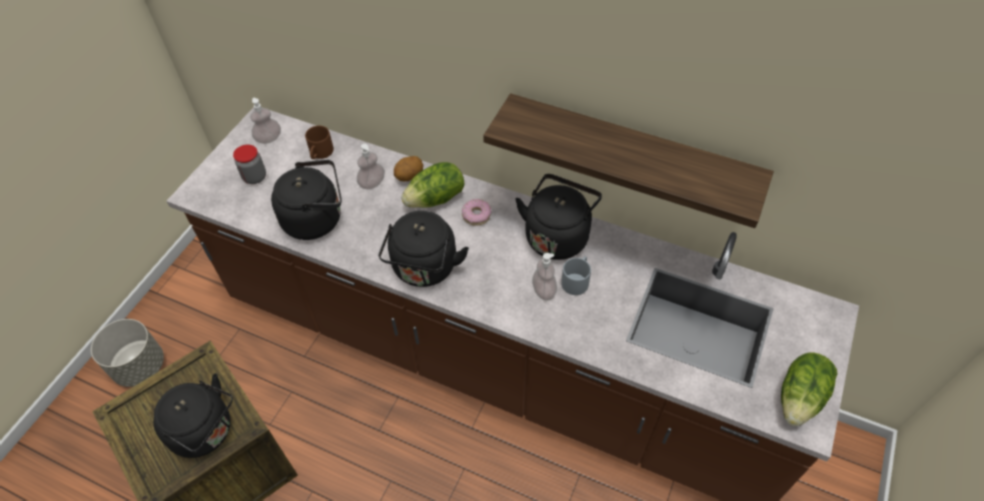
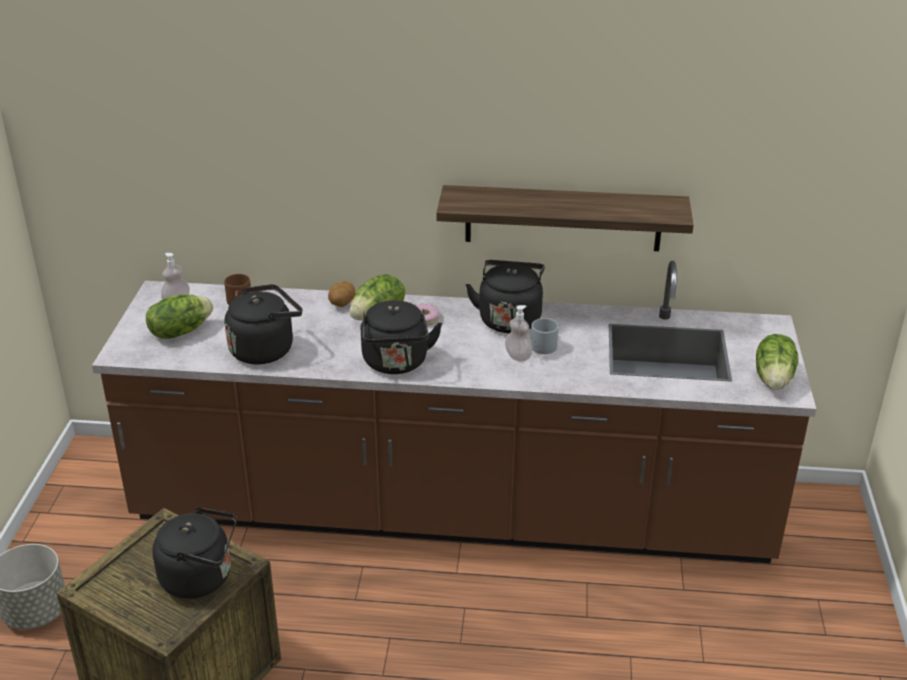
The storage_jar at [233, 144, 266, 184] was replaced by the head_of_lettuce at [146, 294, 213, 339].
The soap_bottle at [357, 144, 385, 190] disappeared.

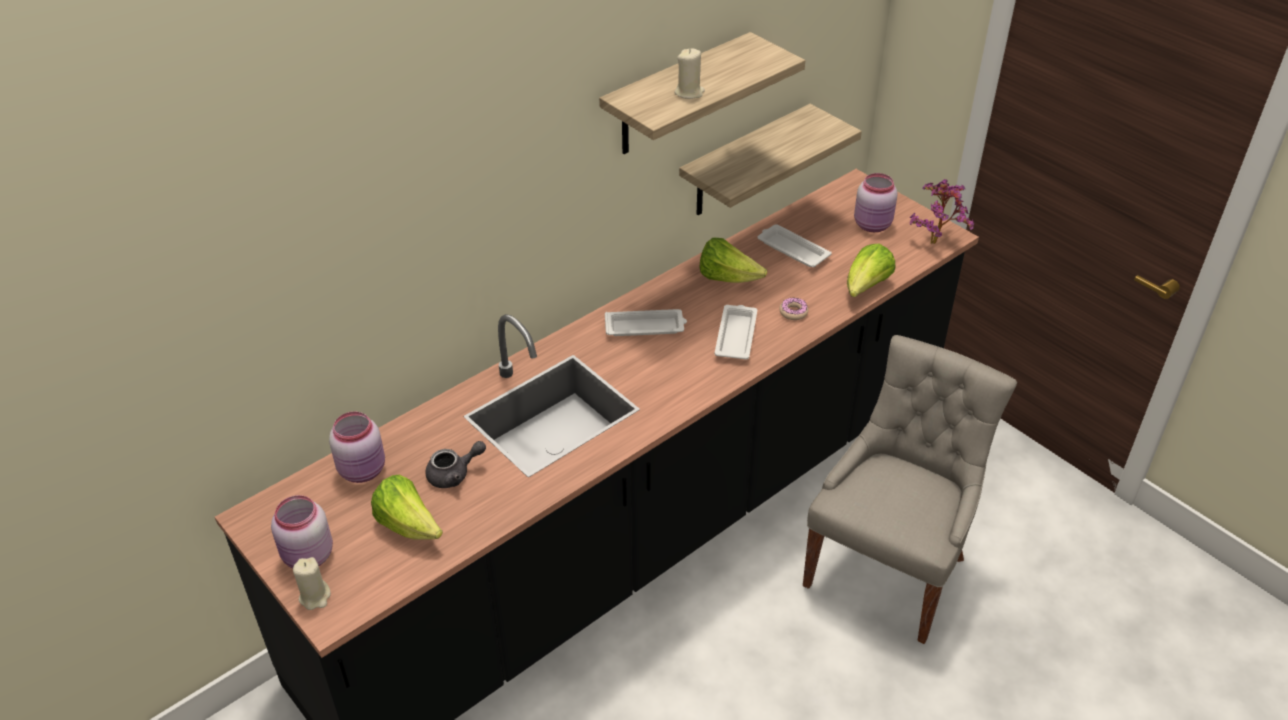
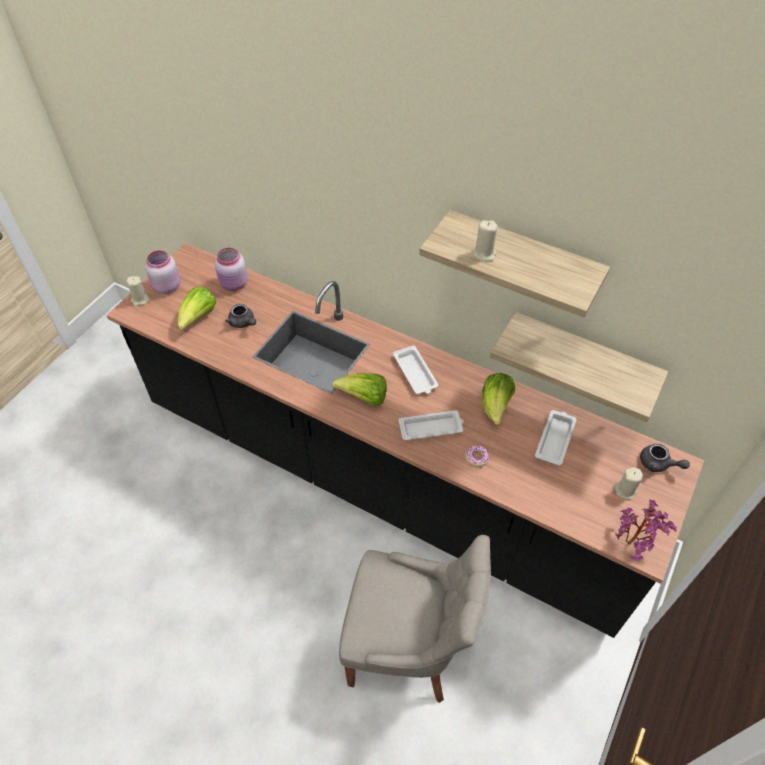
The pinkish_storage_jar at [854, 173, 897, 232] was replaced by the sand-coloured_wax_candle at [615, 467, 643, 499].
The head_of_lettuce moved from [847, 244, 896, 297] to [332, 373, 387, 406].
The greyish_teapot at [640, 443, 690, 472] appeared.

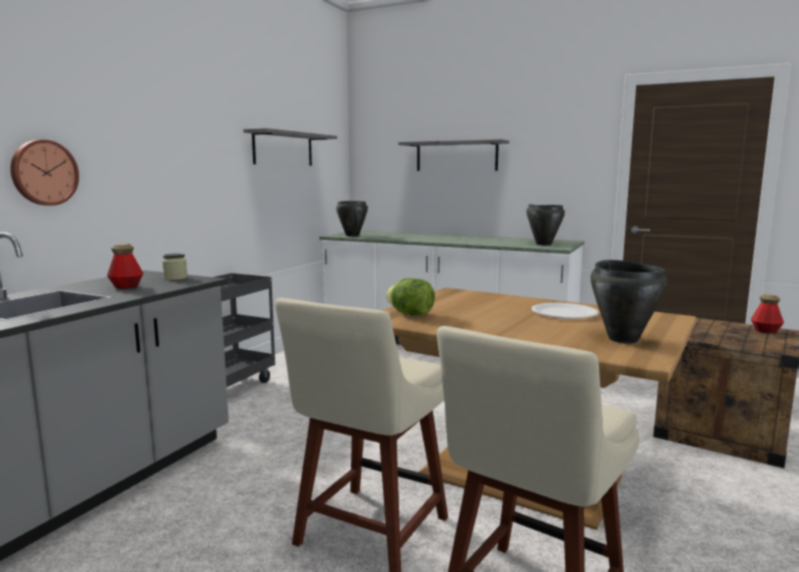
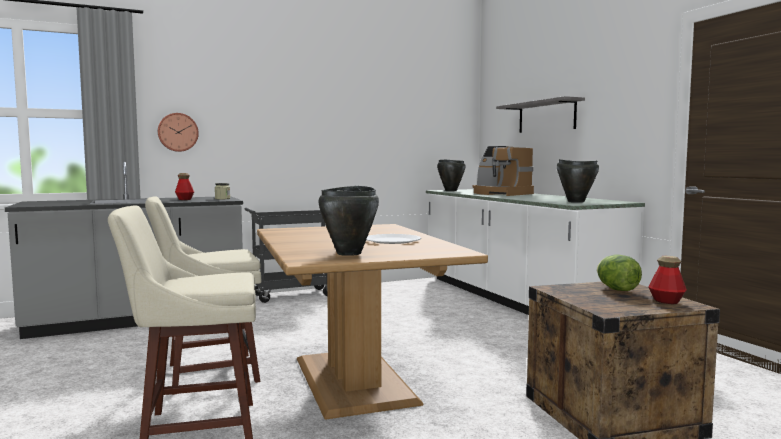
The greyish_bracket_shelf at [243, 128, 337, 166] disappeared.
The head_of_lettuce moved from [386, 278, 435, 316] to [597, 255, 642, 291].
The coffee_maker at [473, 146, 534, 196] appeared.

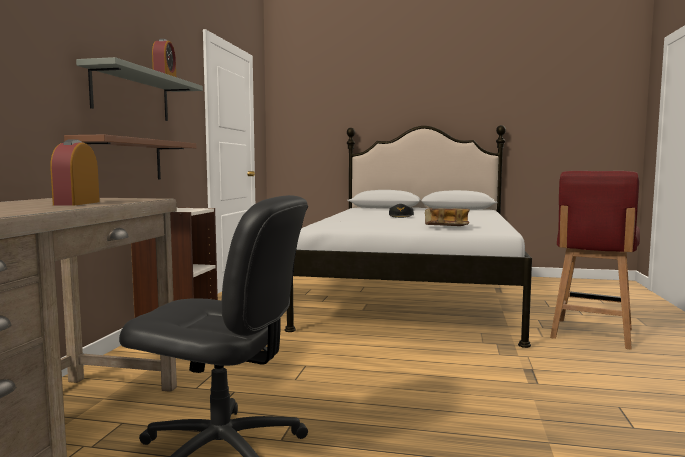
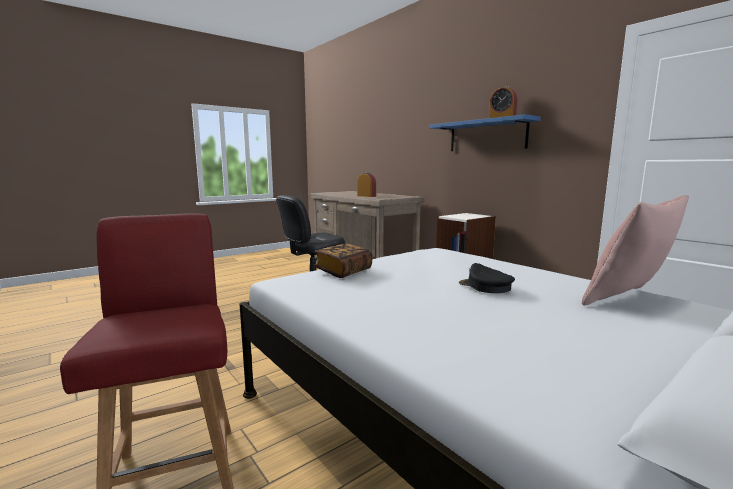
The greyish_bracket_shelf at [76, 57, 203, 121] became the bluish_bracket_shelf at [429, 114, 541, 151].
The brown_bracket_shelf at [64, 135, 196, 179] disappeared.
The pinkish_pillow at [582, 195, 689, 305] appeared.

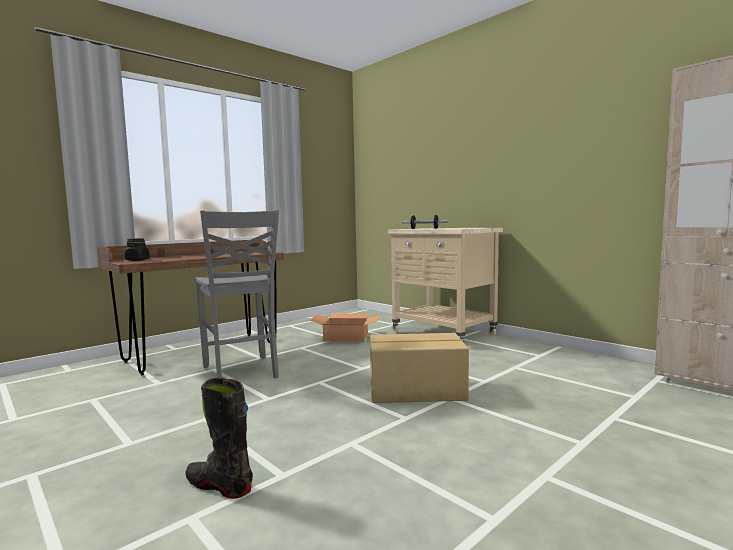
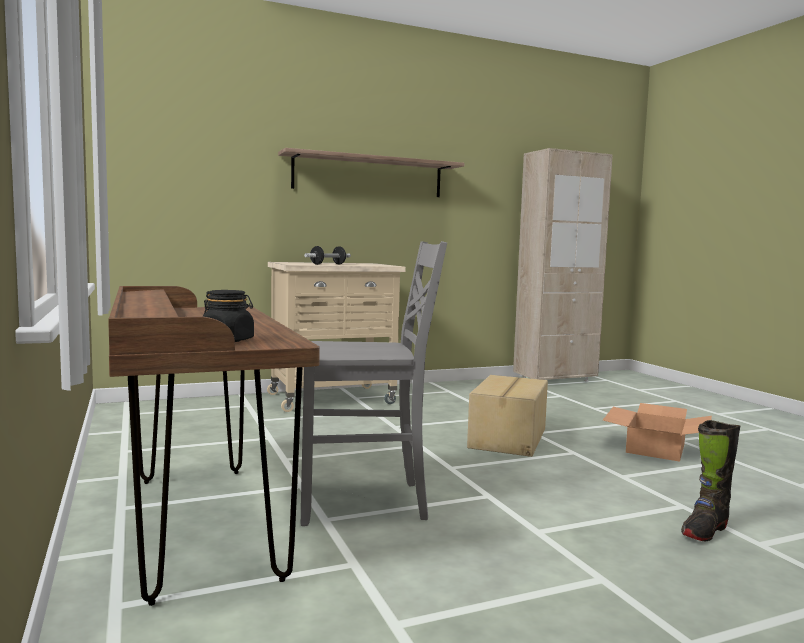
The carton moved from [310, 313, 380, 342] to [603, 403, 712, 462].
The bracket_shelf at [278, 148, 464, 197] appeared.

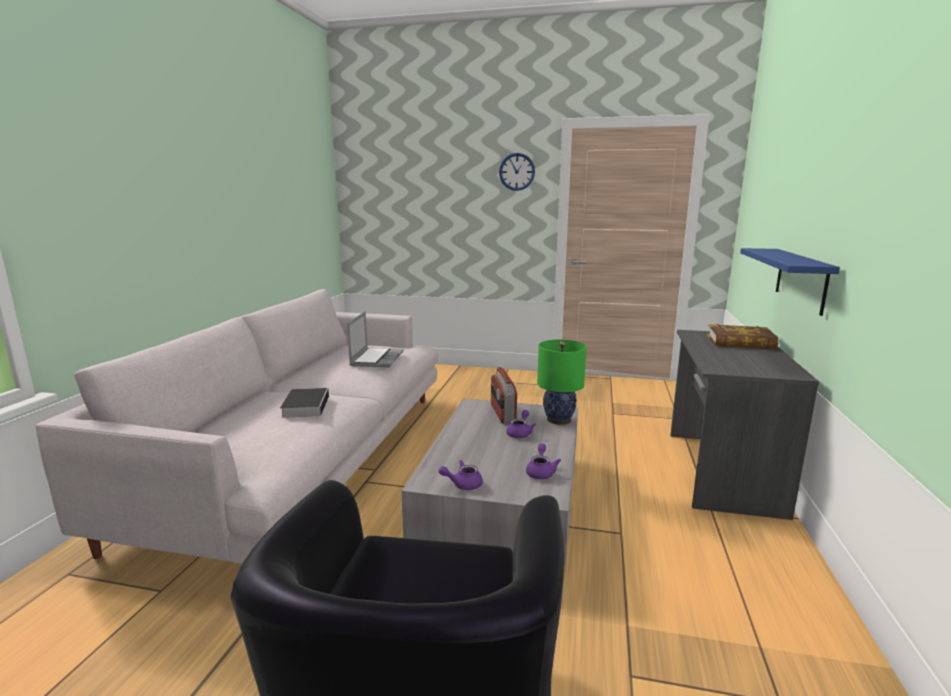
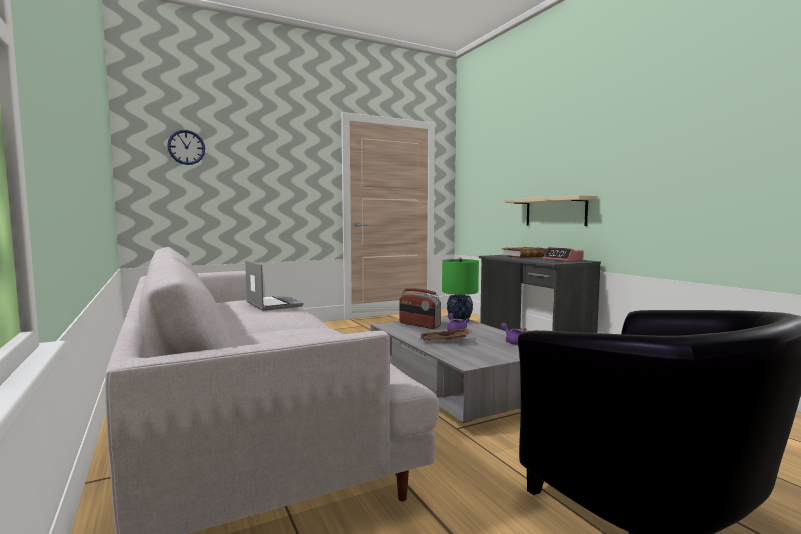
The wall_clock moved from [499, 153, 535, 191] to [167, 130, 205, 165].
The bluish_bracket_shelf at [740, 248, 840, 316] became the sand-coloured_bracket_shelf at [504, 195, 598, 226].
The book at [280, 388, 329, 418] disappeared.
The purplish_teapot at [438, 460, 483, 490] disappeared.
The alarm_clock at [543, 247, 584, 262] appeared.
The brown_tray at [420, 328, 470, 341] appeared.

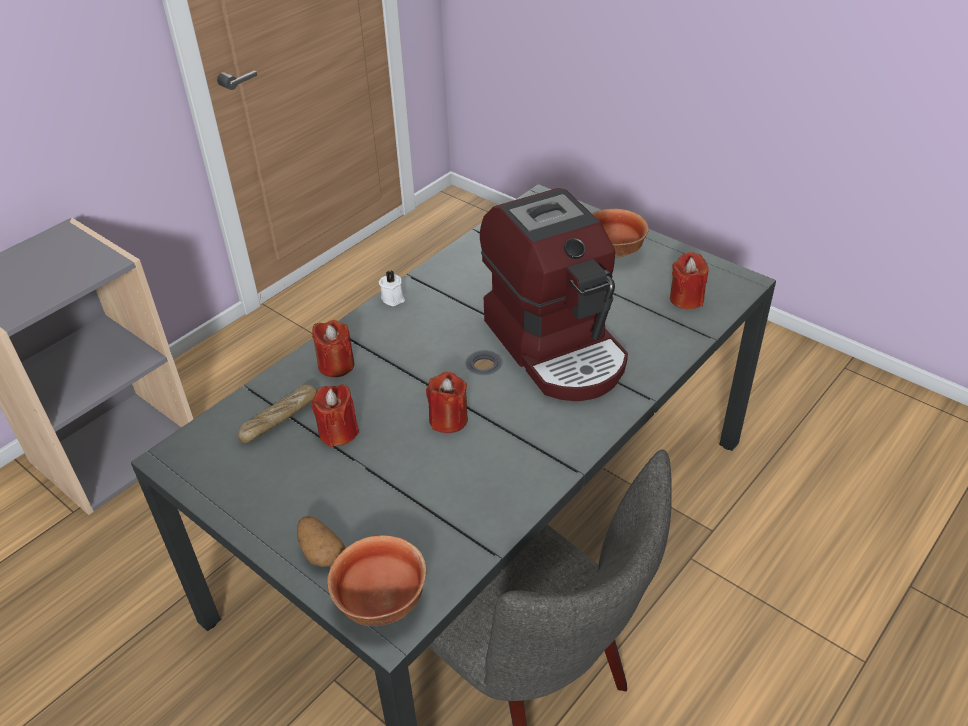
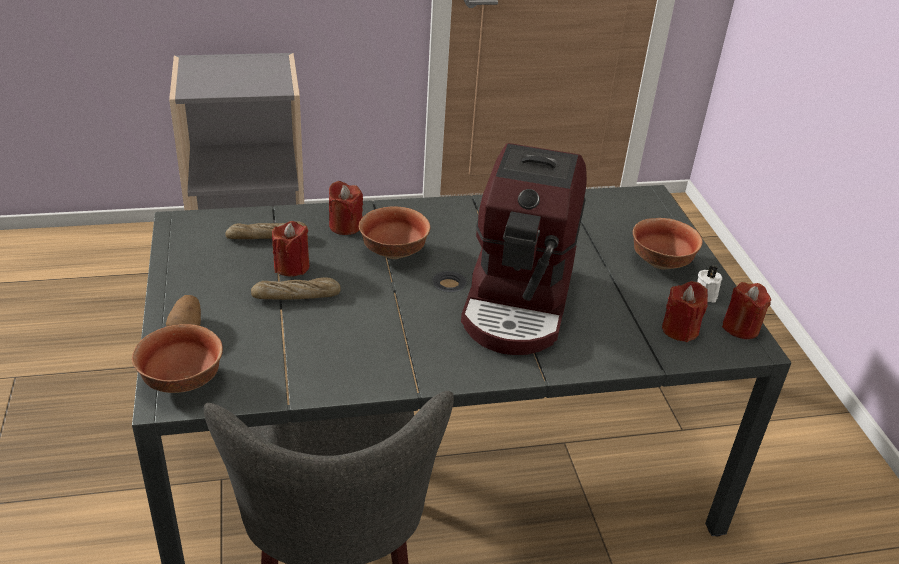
The whitish_wax_candle moved from [379, 270, 405, 306] to [697, 265, 722, 303].
The red-coloured_wax_candle moved from [426, 371, 468, 433] to [722, 282, 771, 339].
The bowl at [359, 206, 430, 259] appeared.
The bread at [251, 277, 341, 300] appeared.

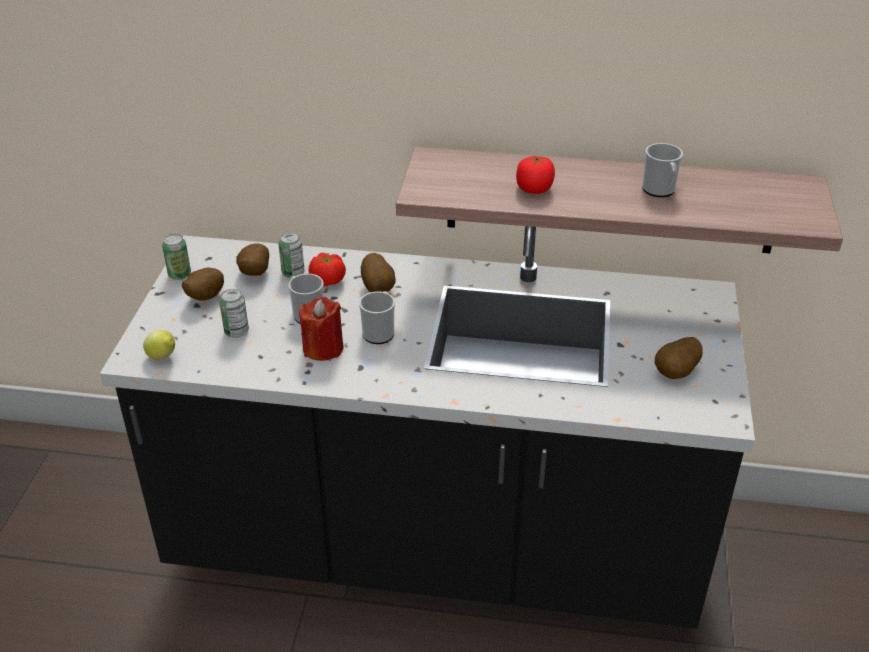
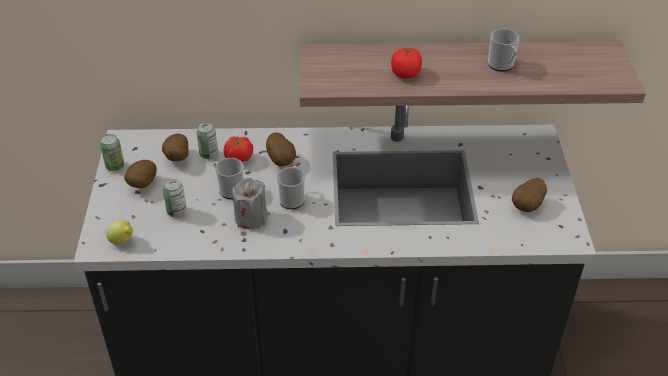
The red-coloured_wax_candle at [299, 296, 343, 361] became the greyish_wax_candle at [232, 178, 267, 229].

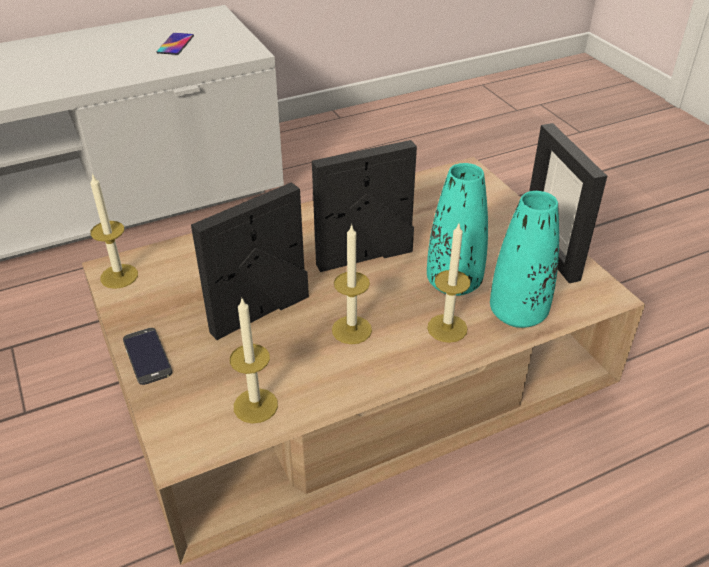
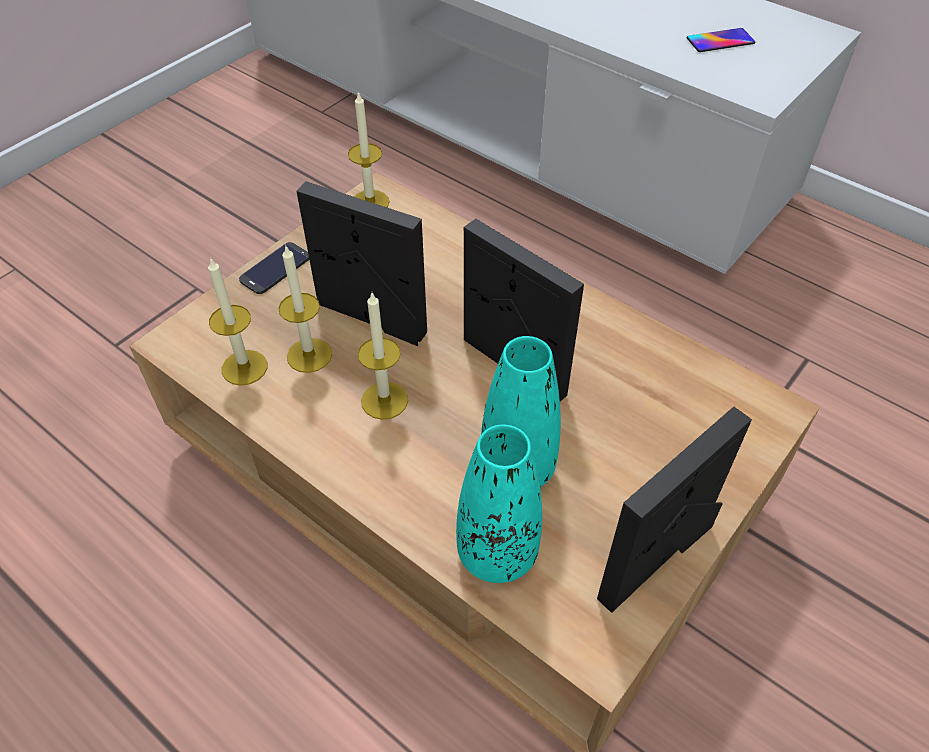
The wax_candle moved from [427, 224, 471, 343] to [279, 245, 332, 373].

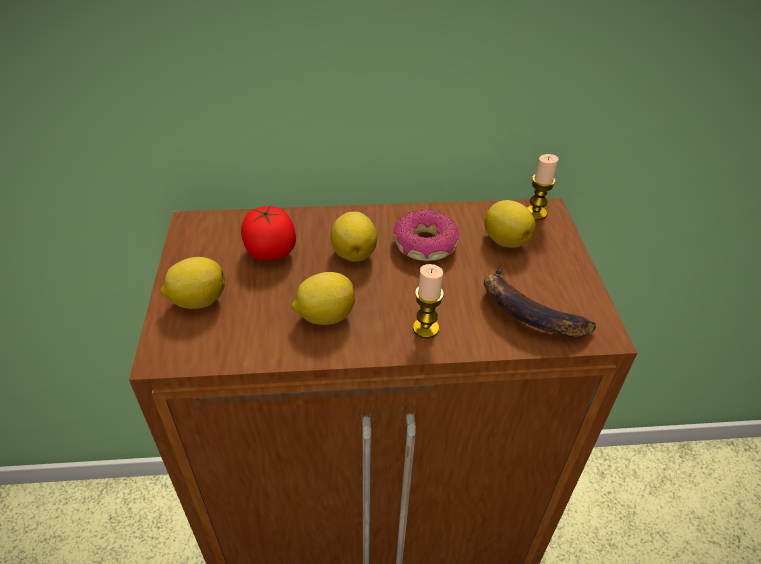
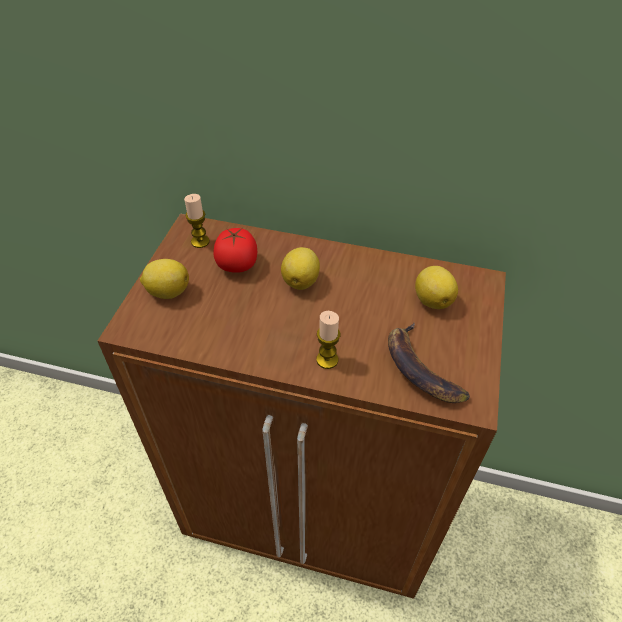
The wax_candle moved from [527, 154, 559, 220] to [184, 194, 210, 248].
The donut at [393, 209, 460, 261] disappeared.
The whole_lemon at [292, 272, 355, 325] disappeared.

